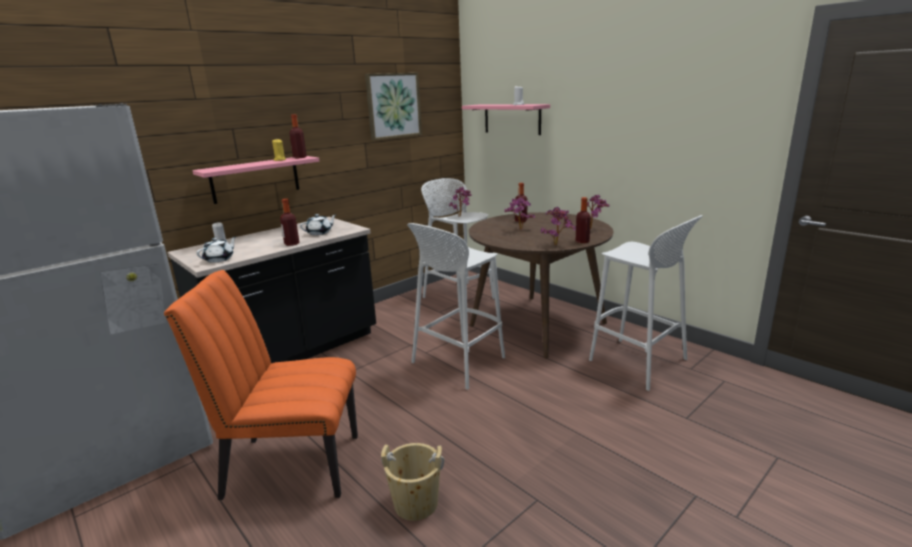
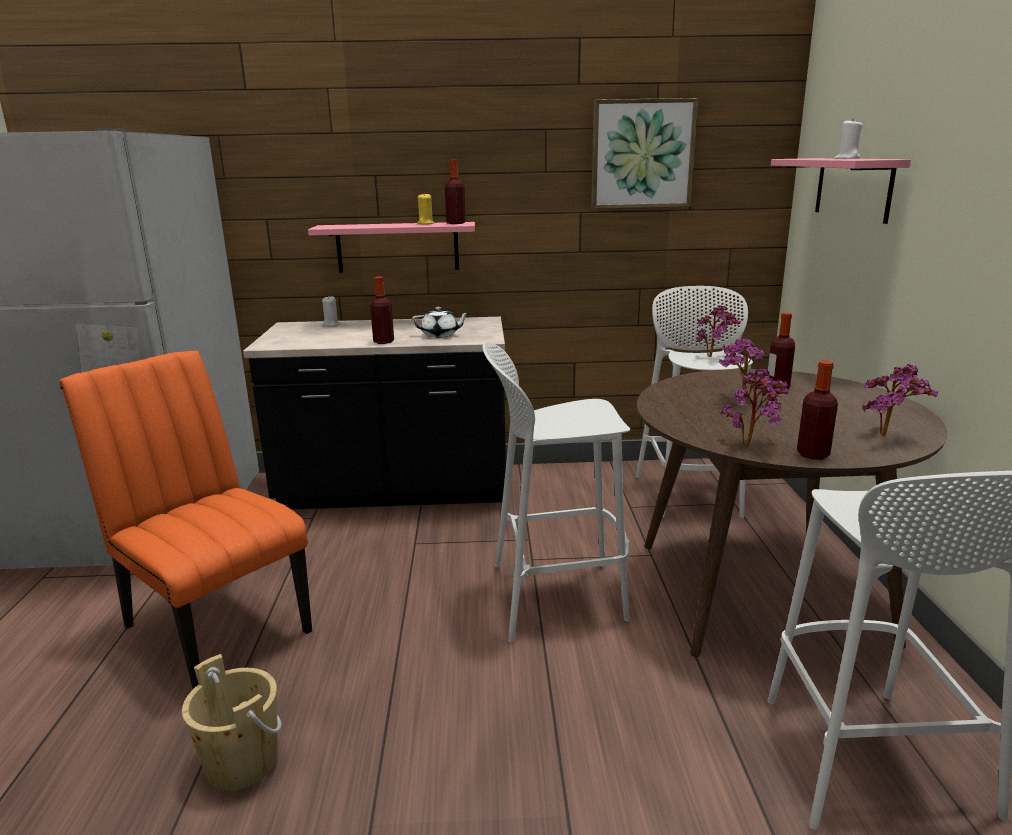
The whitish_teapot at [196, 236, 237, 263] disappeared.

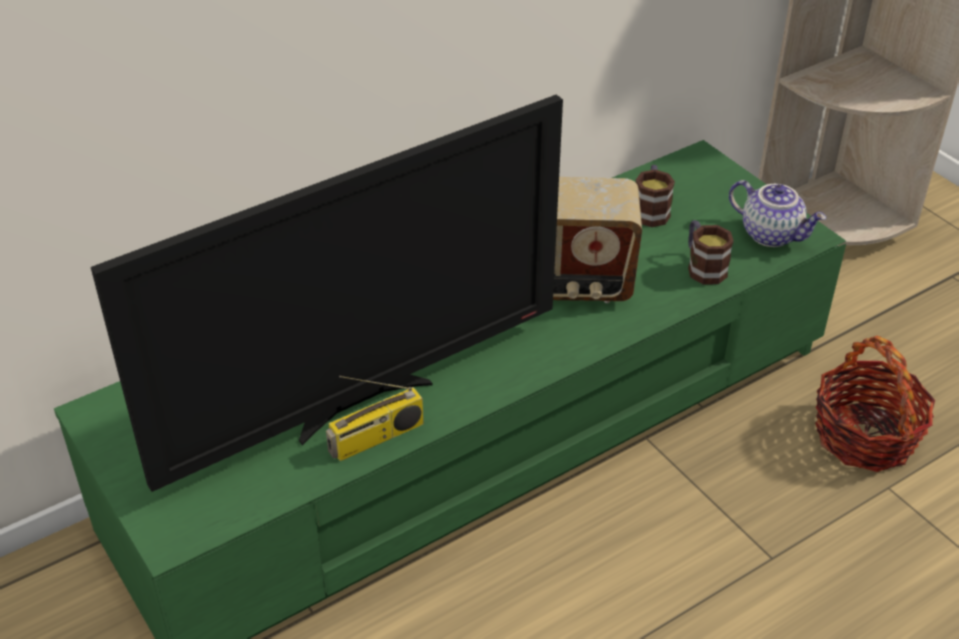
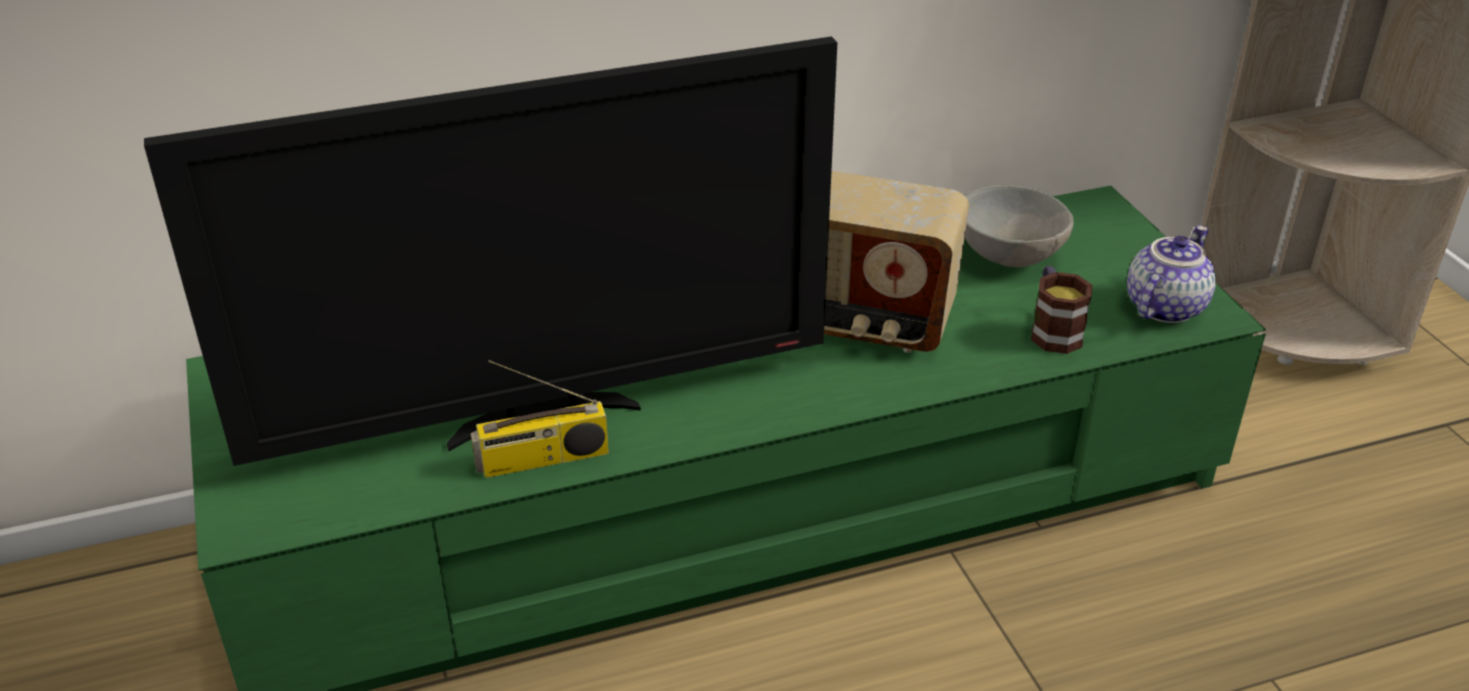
The coffee_mug at [636, 165, 675, 227] was replaced by the greyish_bowl at [964, 185, 1074, 267].
The teapot at [729, 180, 826, 247] turned 105 degrees counterclockwise.
The household_basket at [815, 336, 935, 472] disappeared.

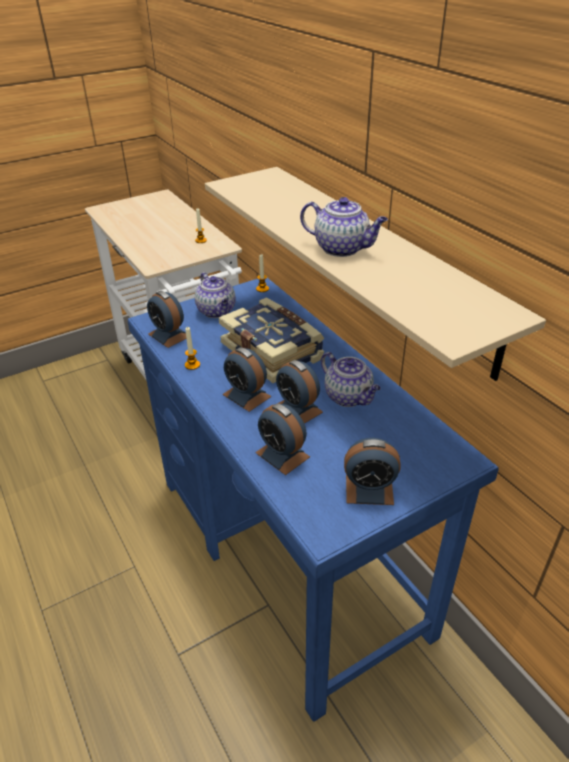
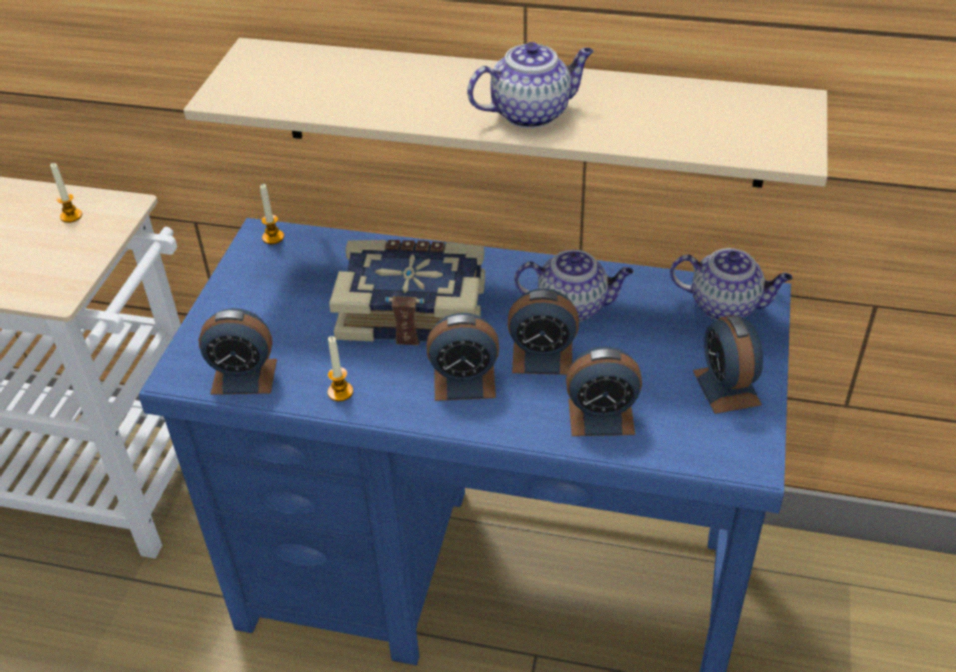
The teapot moved from [195, 272, 236, 318] to [670, 248, 792, 320].
The alarm_clock at [344, 438, 401, 505] turned 120 degrees clockwise.

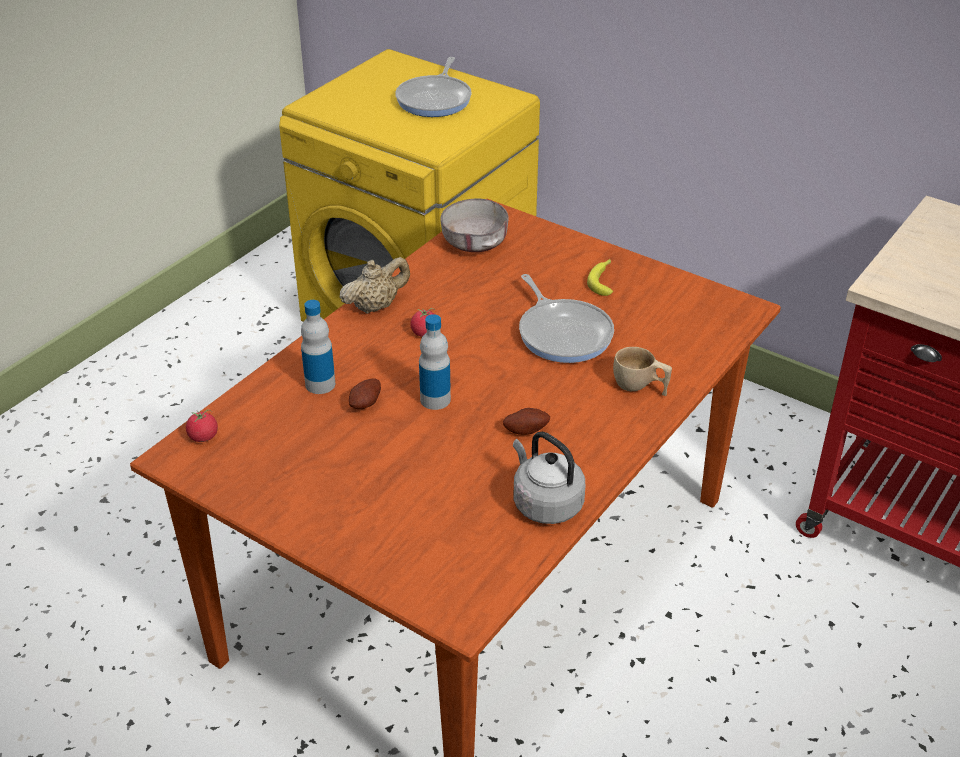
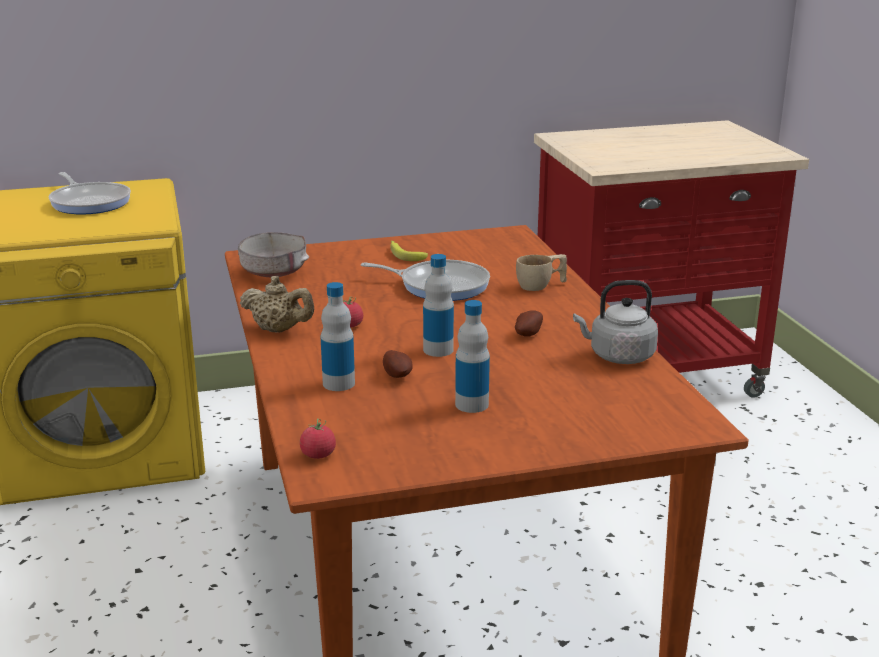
The sand-coloured_teapot at [340, 257, 410, 314] turned 105 degrees clockwise.
The drink_bottle at [455, 300, 490, 413] appeared.

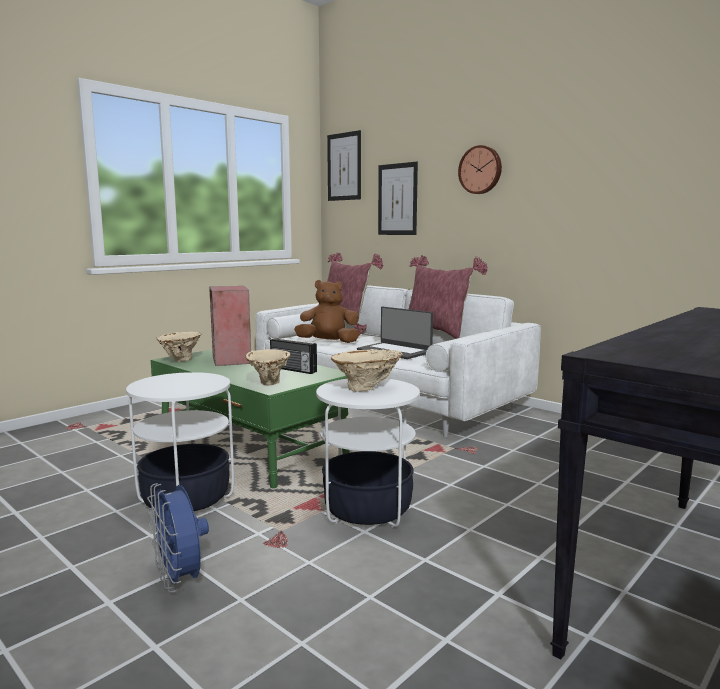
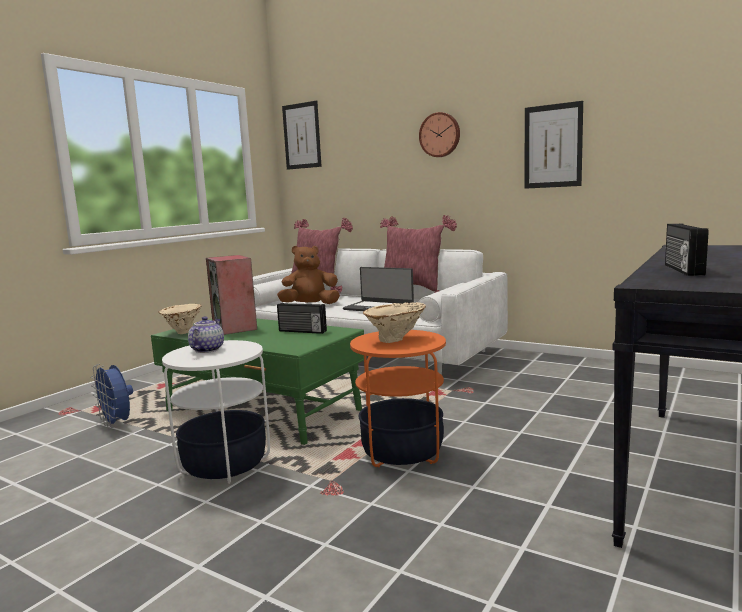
The picture moved from [378, 162, 418, 235] to [524, 101, 583, 189].
The sand-coloured_flower_vase at [246, 349, 291, 386] disappeared.
The whitish_end_table at [316, 378, 420, 528] became the orangey_end_table at [350, 330, 446, 468].
The bluish_fan moved from [147, 483, 209, 593] to [91, 364, 133, 428].
The radio at [665, 223, 709, 276] appeared.
The teapot at [188, 316, 224, 353] appeared.

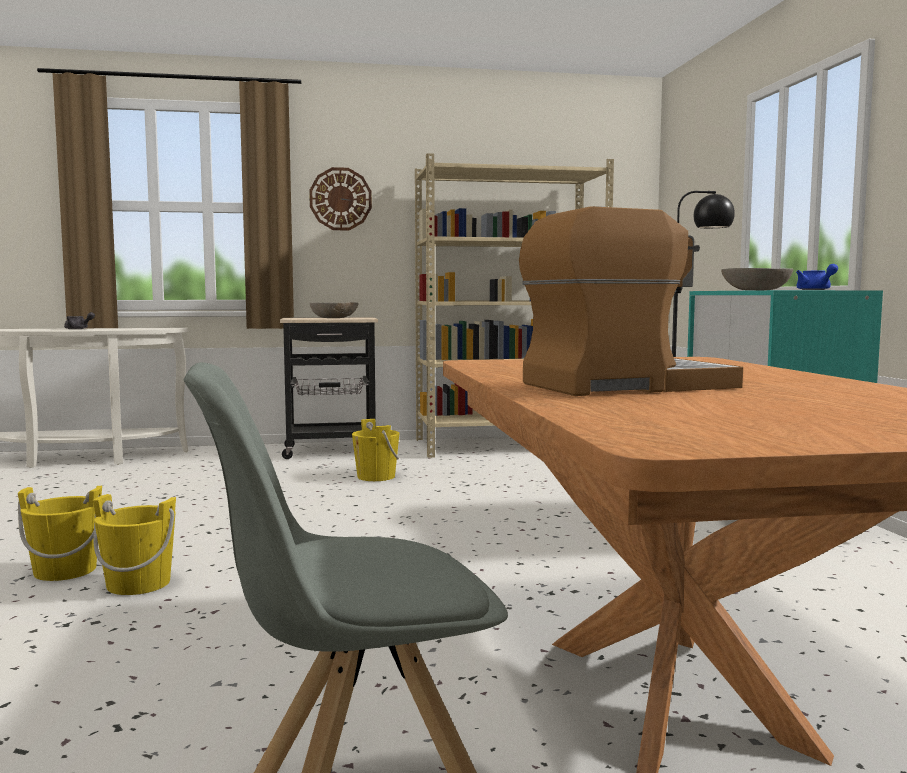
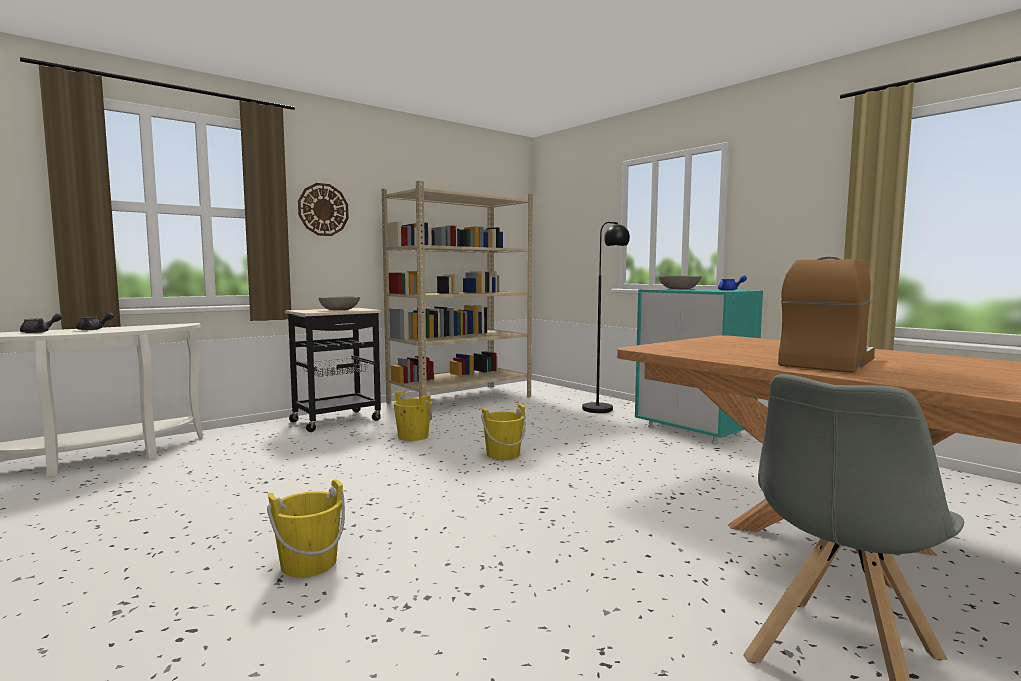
The yellowish_water_bucket moved from [93, 494, 176, 595] to [481, 404, 526, 460].
The greyish_teapot at [20, 314, 62, 333] appeared.

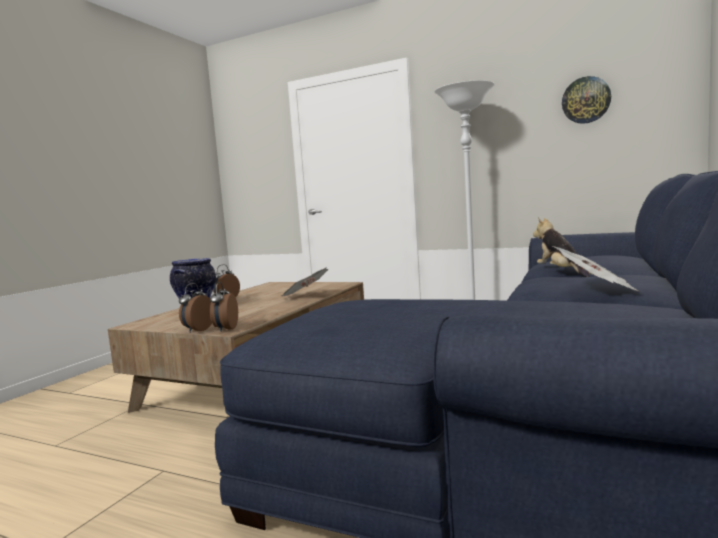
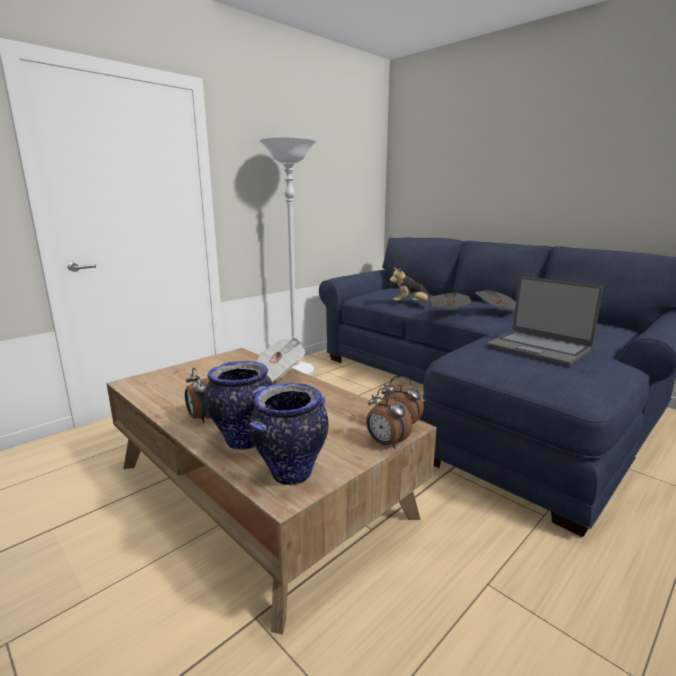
The wall_clock at [562, 76, 611, 124] disappeared.
The portable_computer at [487, 276, 603, 367] appeared.
The newspaper at [427, 293, 472, 309] appeared.
The flower_vase at [249, 383, 328, 485] appeared.

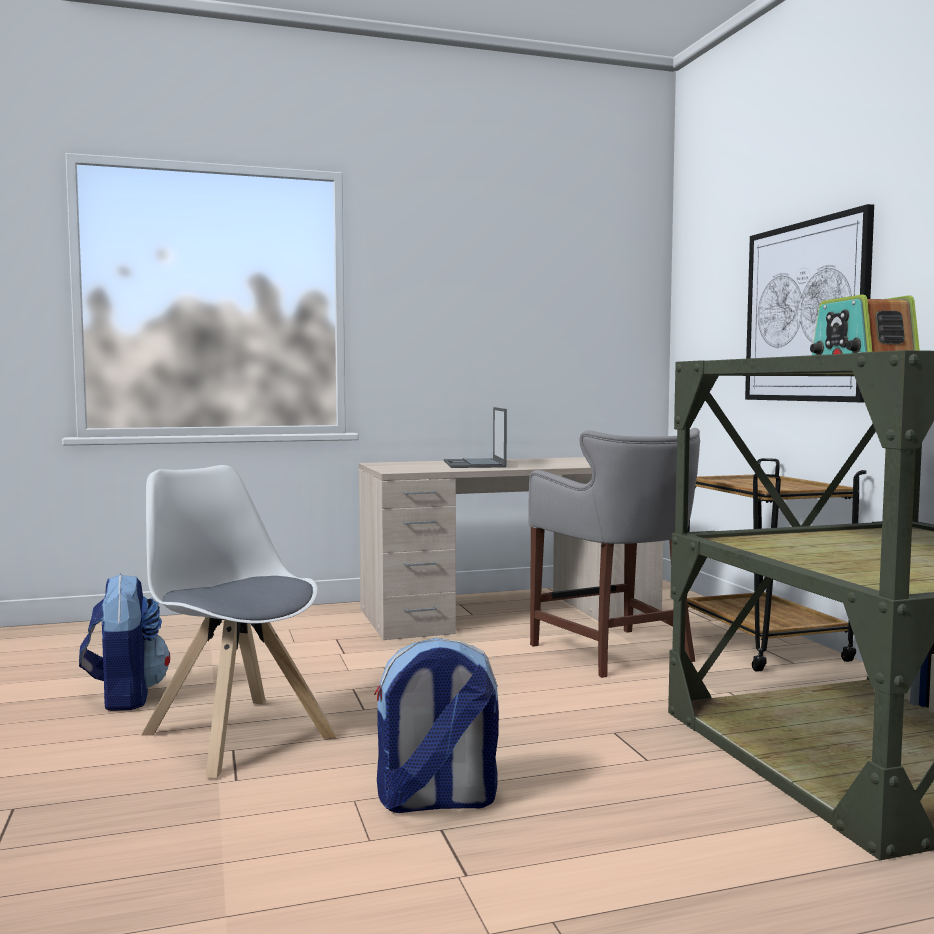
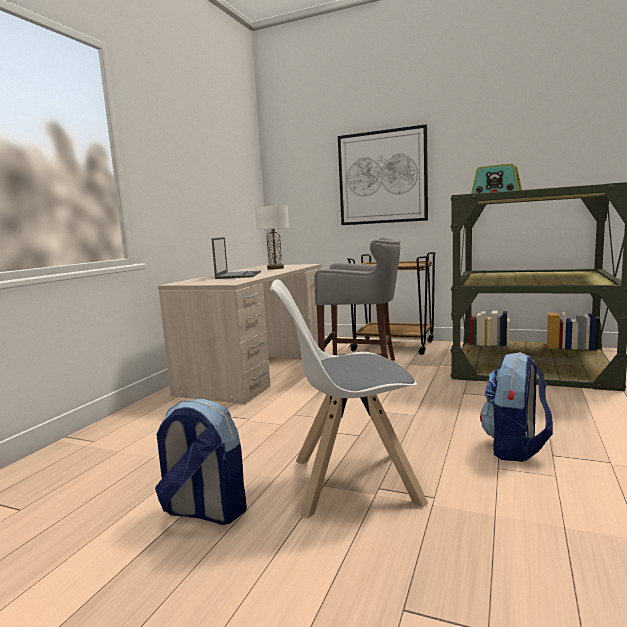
The portable_computer at [444, 407, 507, 468] turned 120 degrees counterclockwise.
The lamp_for_a_table at [255, 206, 289, 269] appeared.

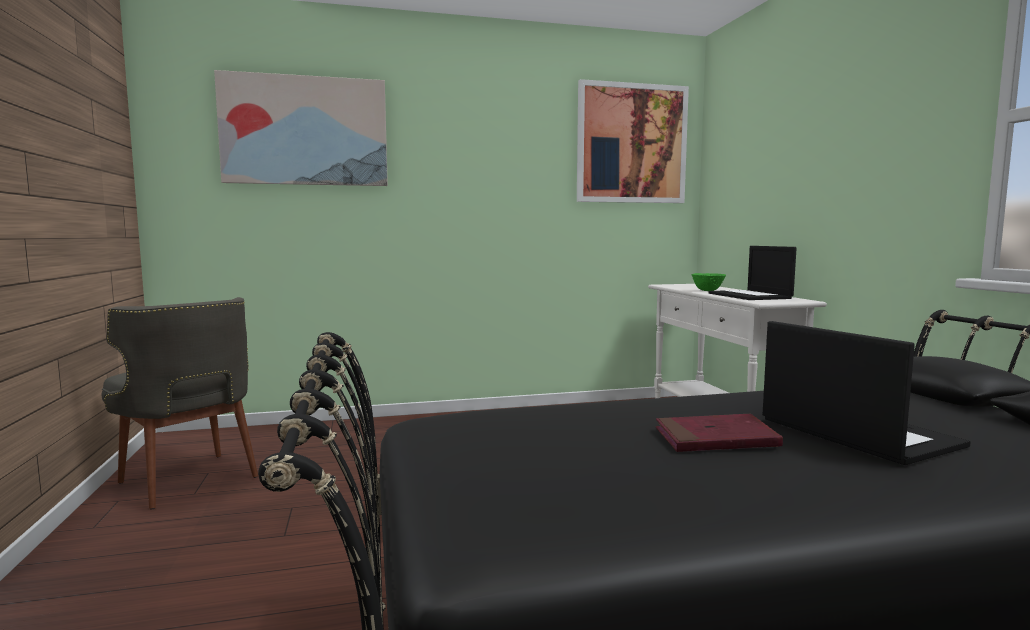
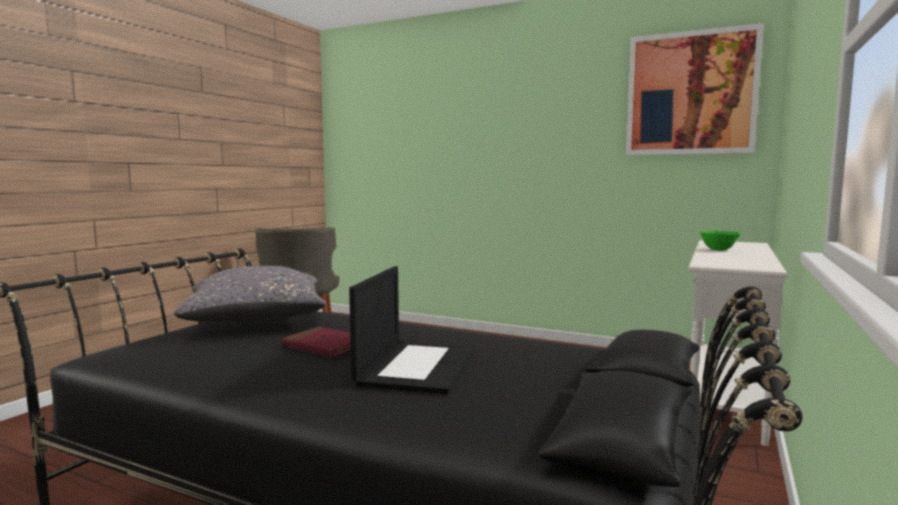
The picture at [214, 70, 388, 186] disappeared.
The portable_computer at [708, 246, 797, 300] disappeared.
The greyish_pillow at [174, 266, 326, 323] appeared.

